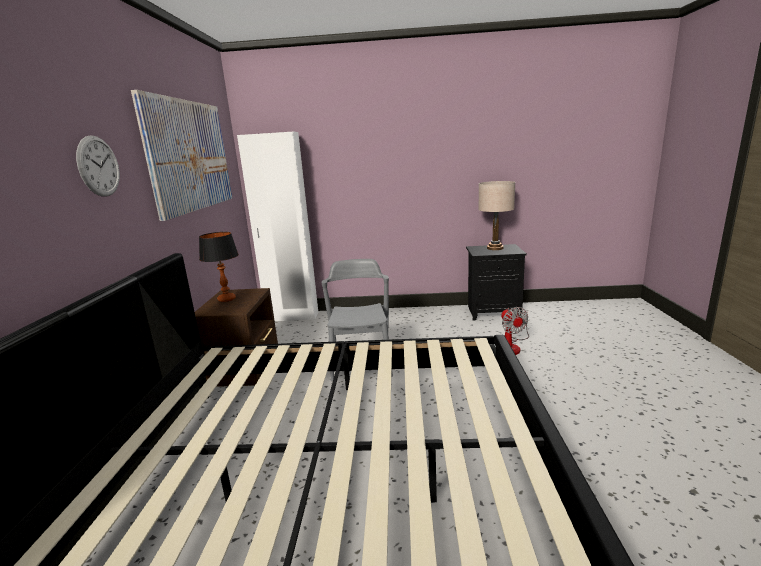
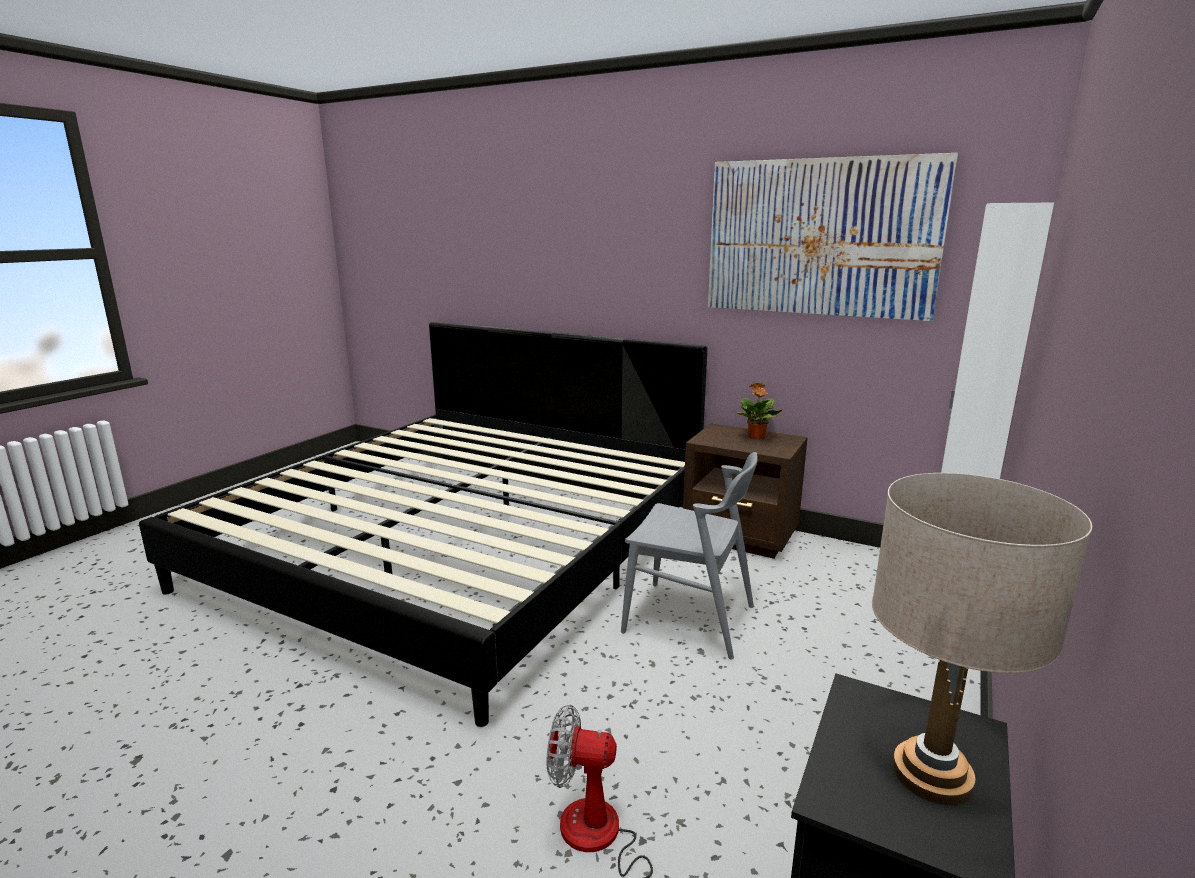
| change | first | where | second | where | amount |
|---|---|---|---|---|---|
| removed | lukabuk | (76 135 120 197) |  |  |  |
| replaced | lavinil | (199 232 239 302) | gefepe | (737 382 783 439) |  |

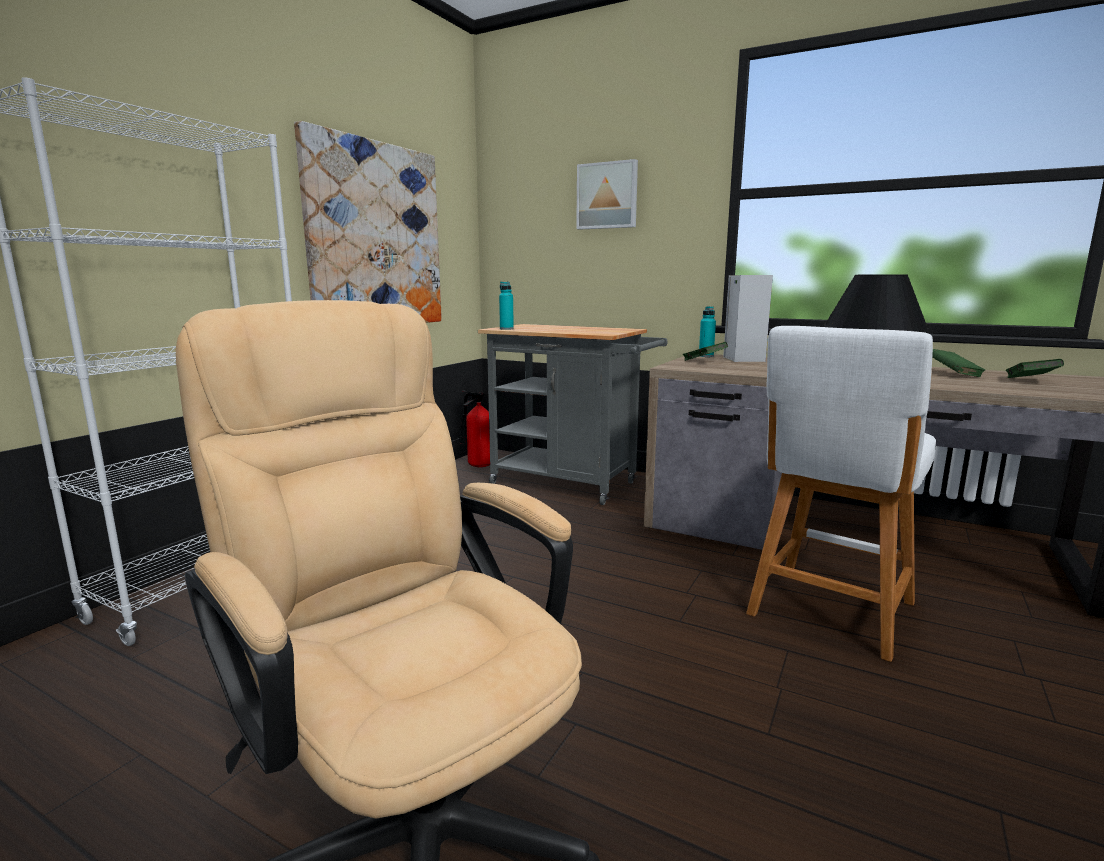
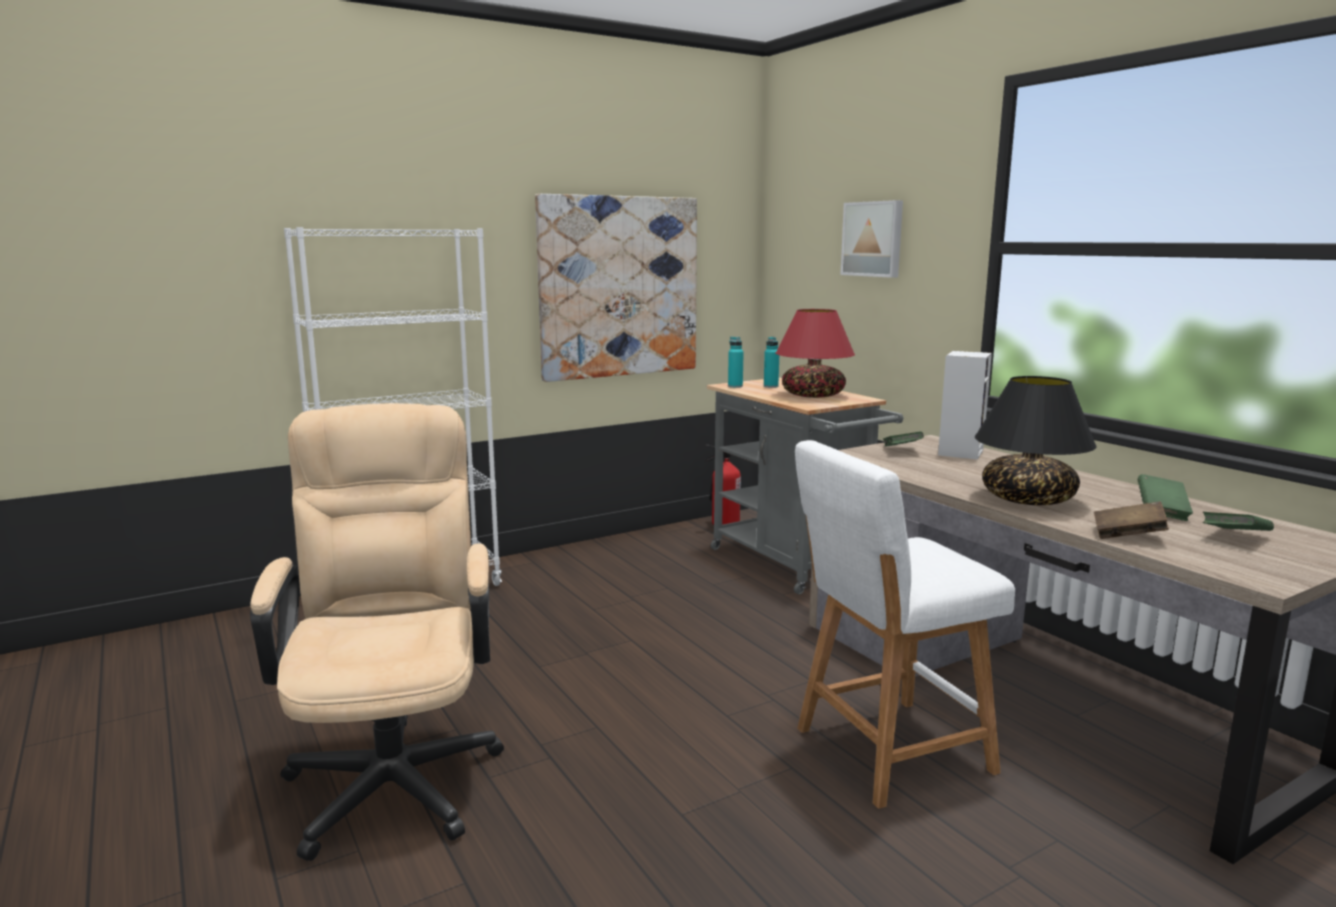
| change | first | where | second | where | amount |
|---|---|---|---|---|---|
| added |  |  | red lavinil | (776 309 855 398) |  |
| added |  |  | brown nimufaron | (1094 501 1169 539) |  |
| moved | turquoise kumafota | (699 306 716 357) |  | (764 337 779 388) |  |

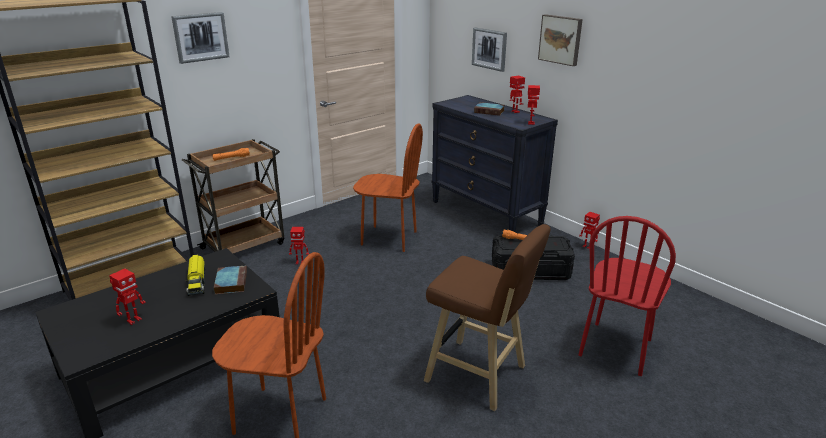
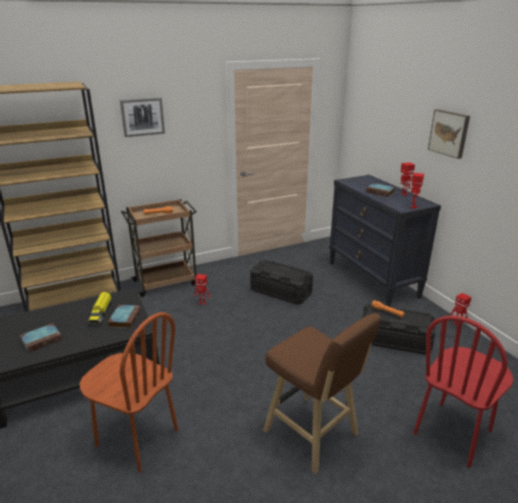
| change | first | where | second | where | amount |
|---|---|---|---|---|---|
| removed | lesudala | (472 28 507 72) |  |  |  |
| replaced | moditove | (109 268 146 325) | nimufaron | (20 323 62 353) |  |
| replaced | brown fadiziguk | (353 123 423 252) | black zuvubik | (250 260 313 304) |  |

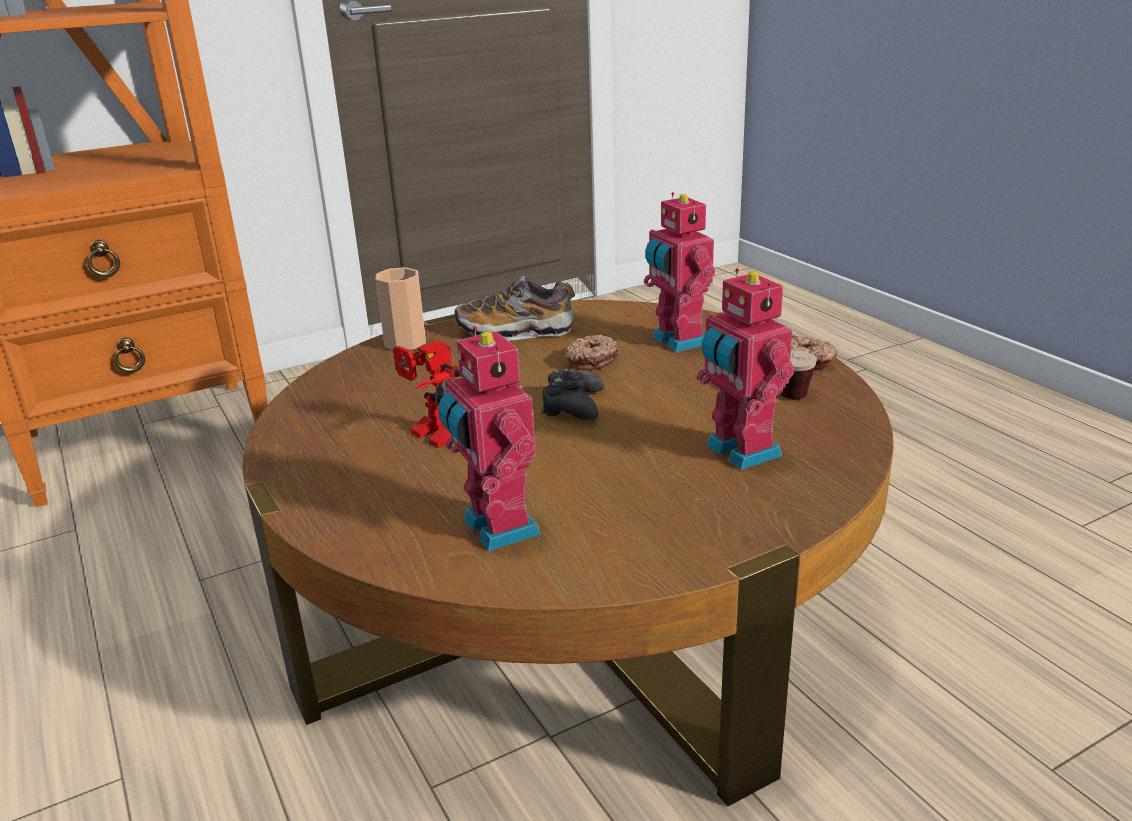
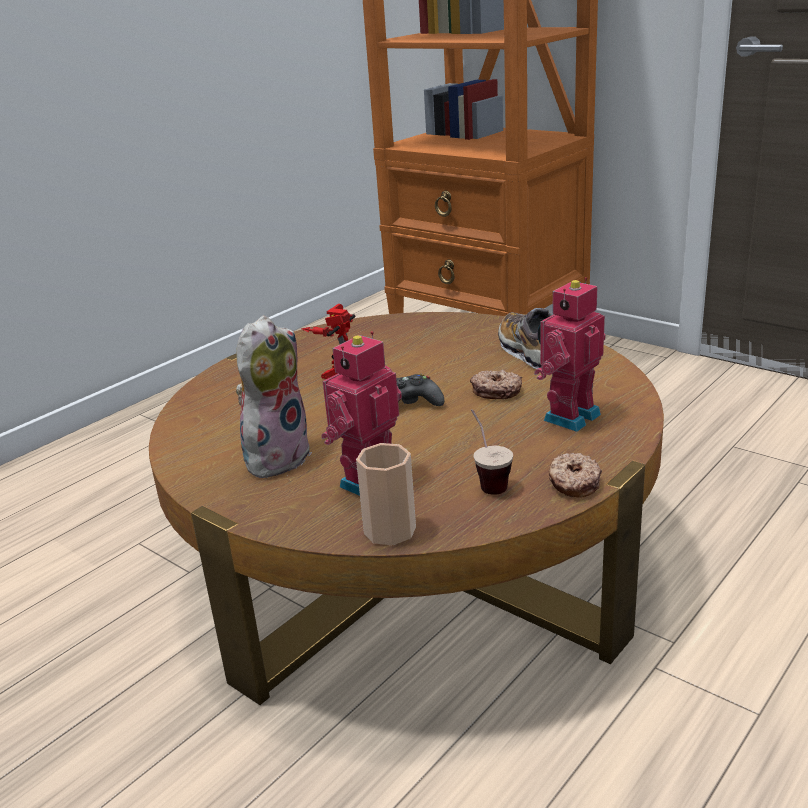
| change | first | where | second | where | amount |
|---|---|---|---|---|---|
| removed | moditove | (438 326 541 551) |  |  |  |
| added |  |  | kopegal | (236 315 312 478) |  |
| moved | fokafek | (375 267 426 350) |  | (356 443 416 545) |  |

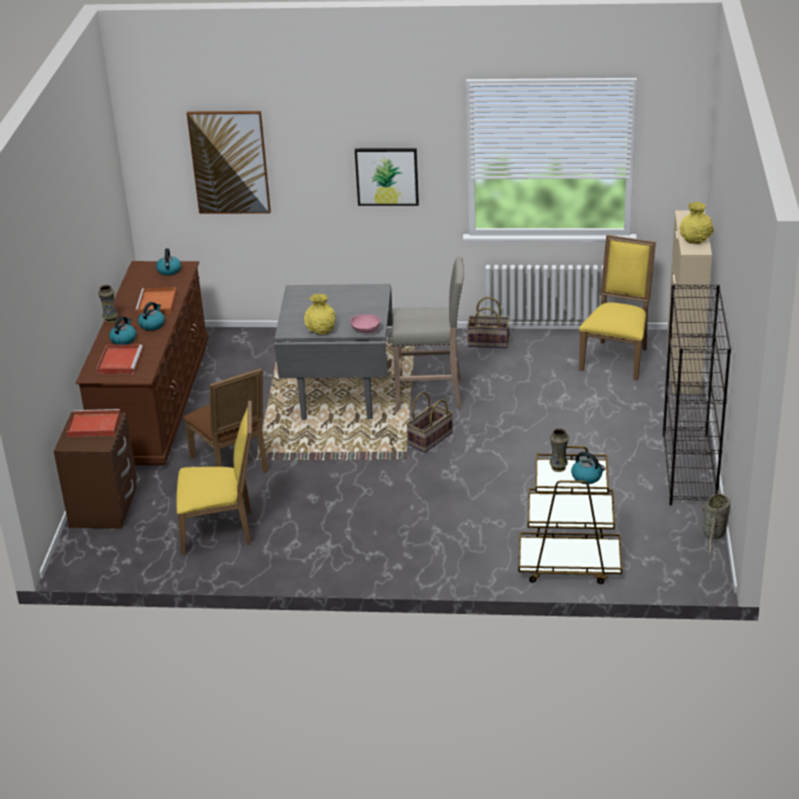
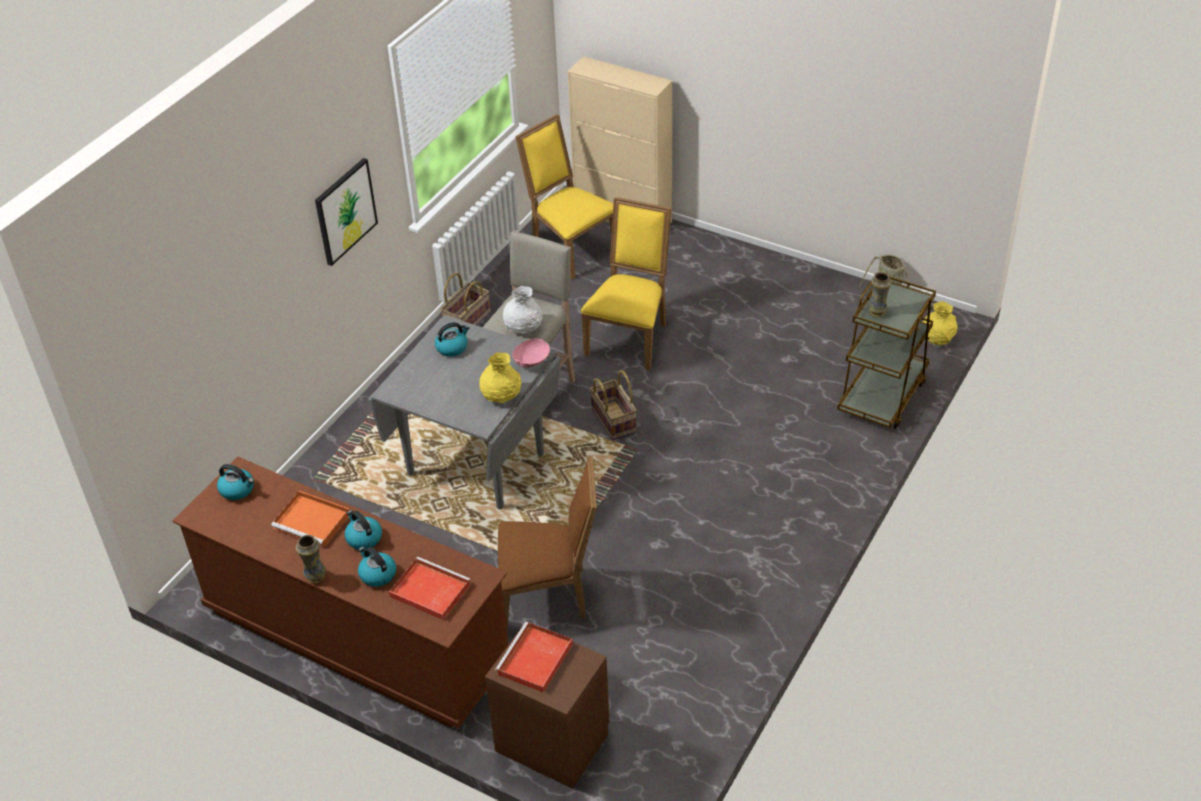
| change | first | where | second | where | amount |
|---|---|---|---|---|---|
| removed | lesudala | (187 111 271 214) |  |  |  |
| removed | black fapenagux | (663 284 731 506) |  |  |  |
| added |  |  | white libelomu | (503 286 543 334) |  |
| moved | yellow fadiziguk | (176 400 252 555) |  | (581 197 671 370) |  |
| moved | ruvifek | (571 452 606 484) |  | (435 322 469 357) |  |
| moved | yellow libelomu | (679 202 714 244) |  | (923 301 958 345) |  |

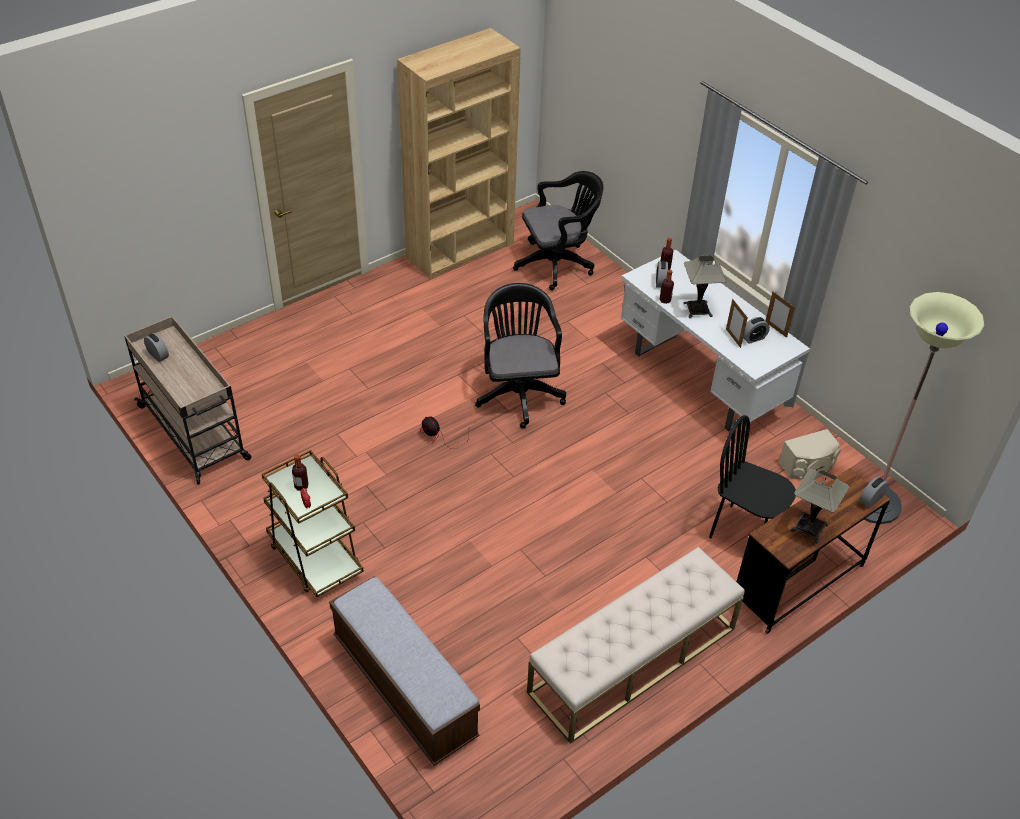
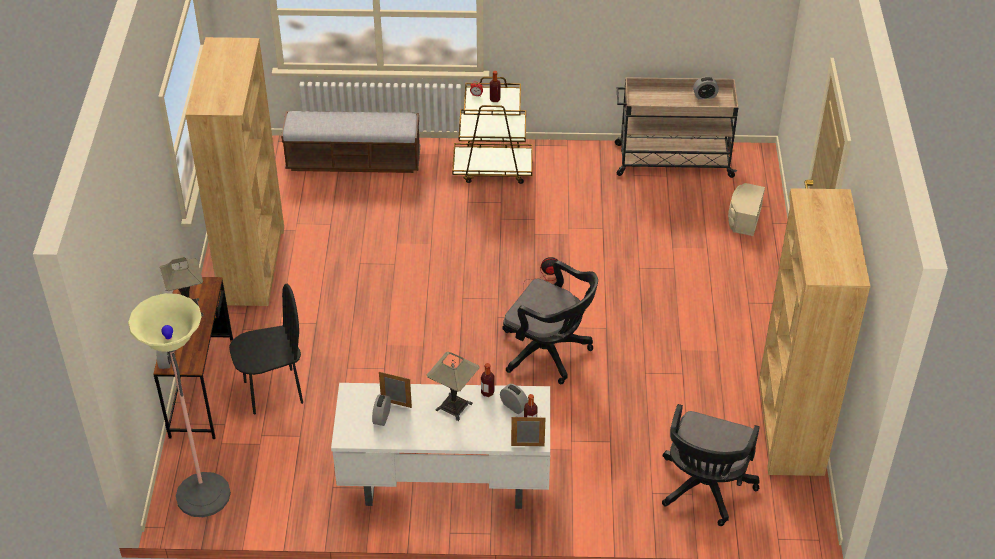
| change | first | where | second | where | amount |
|---|---|---|---|---|---|
| moved | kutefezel | (766 291 795 338) |  | (511 416 545 446) |  |
| moved | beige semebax | (779 429 841 480) |  | (728 183 765 236) |  |
| replaced | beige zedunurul | (527 547 745 744) | brown fapenagux | (186 37 284 306) |  |

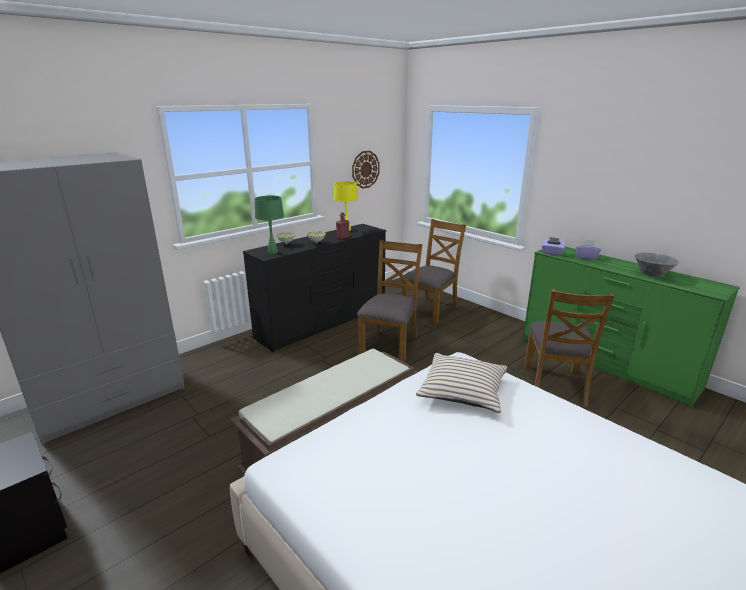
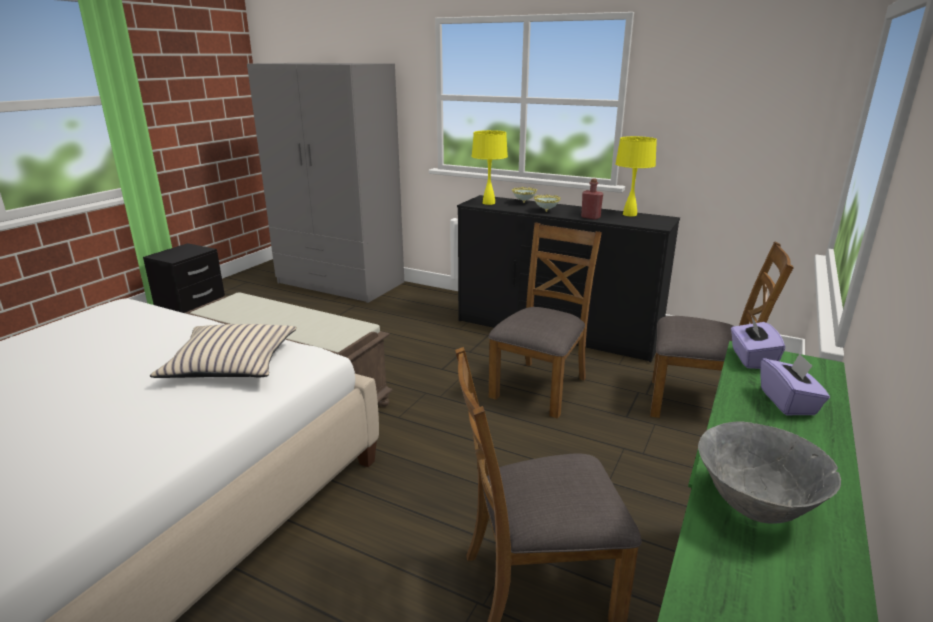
| change | first | where | second | where | amount |
|---|---|---|---|---|---|
| removed | lukabuk | (352 151 380 188) |  |  |  |
| recoloured | green lavinil | (255 196 284 254) | yellow lavinil | (472 130 508 205) |  |
| turned | brown fadiziguk | (357 240 423 362) |  | (488 222 602 419) | 60 degrees counterclockwise |

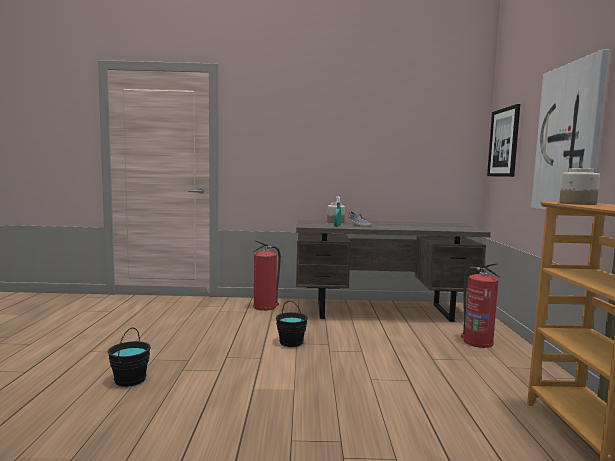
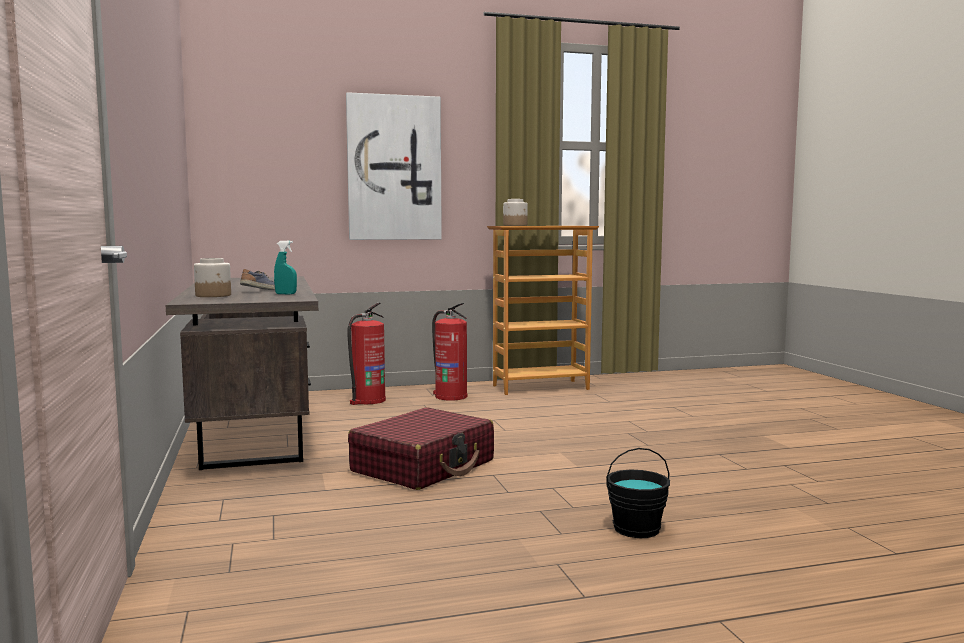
| change | first | where | second | where | amount |
|---|---|---|---|---|---|
| removed | lesudala | (487 104 520 177) |  |  |  |
| moved | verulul | (253 241 281 311) |  | (432 303 467 401) |  |
| replaced | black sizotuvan | (276 301 308 347) | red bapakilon | (348 407 494 490) |  |

